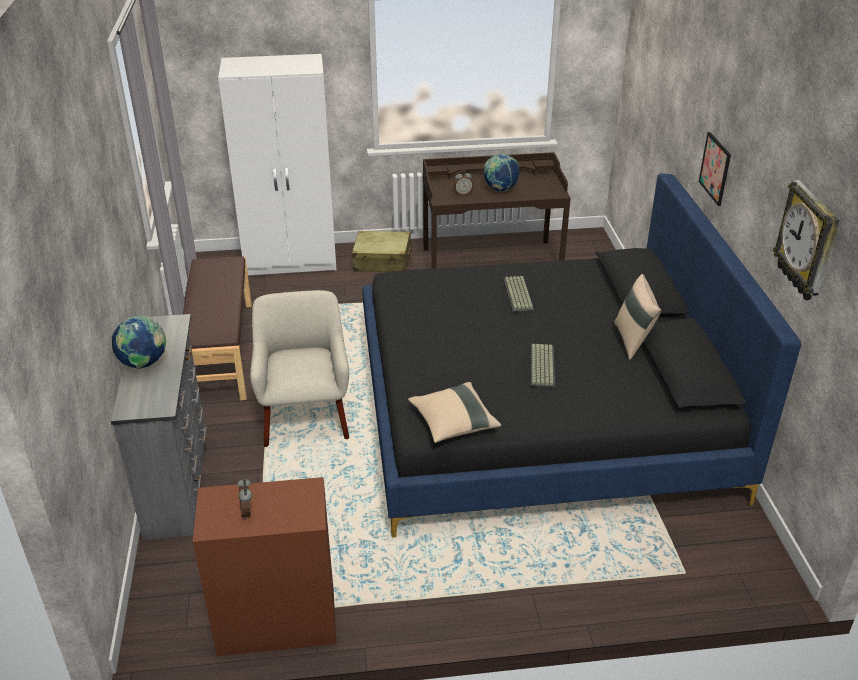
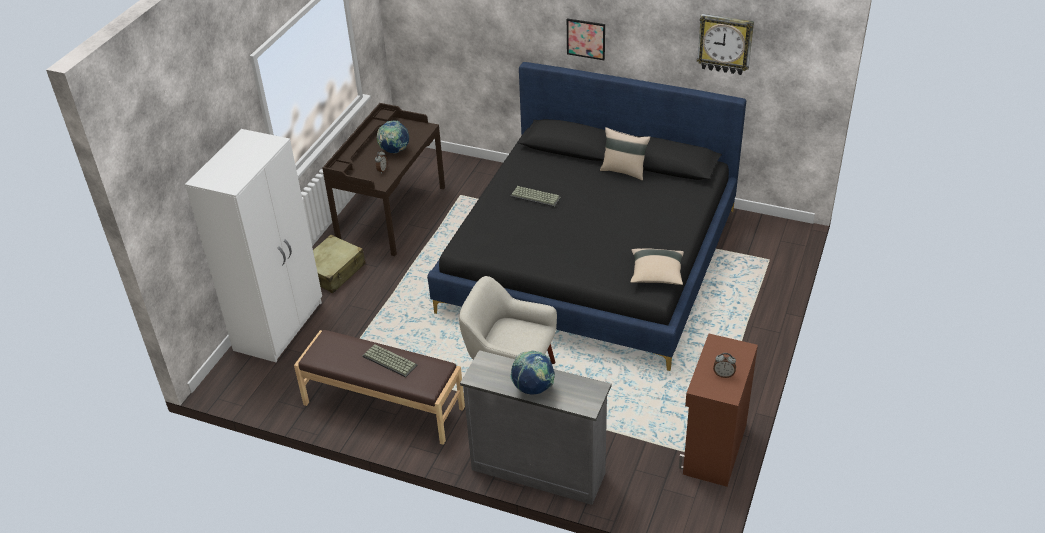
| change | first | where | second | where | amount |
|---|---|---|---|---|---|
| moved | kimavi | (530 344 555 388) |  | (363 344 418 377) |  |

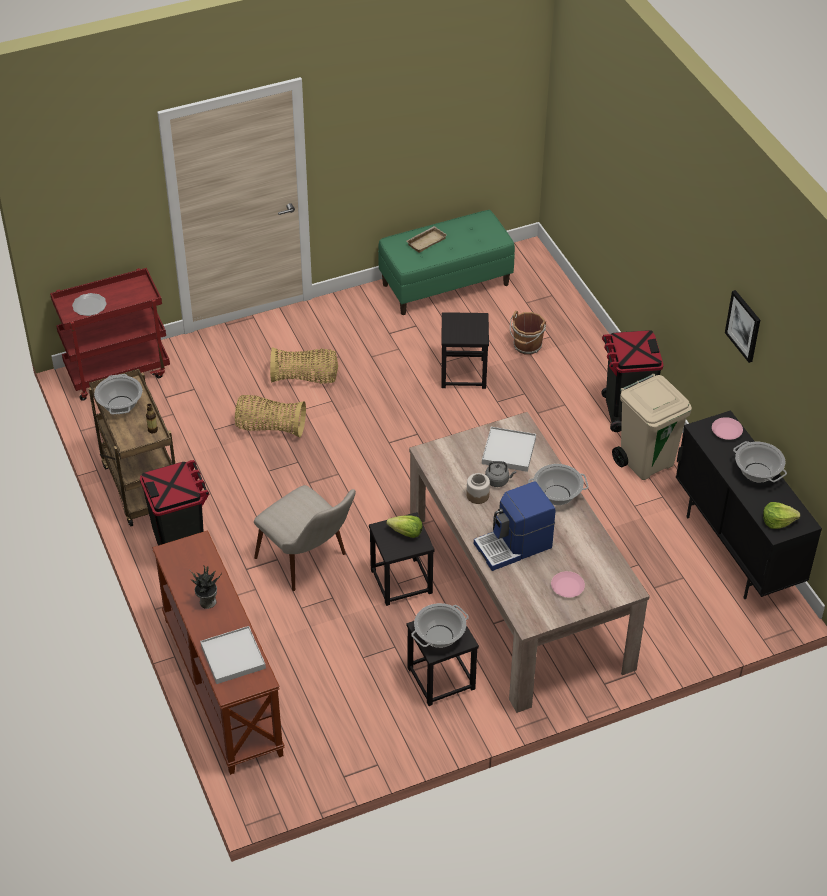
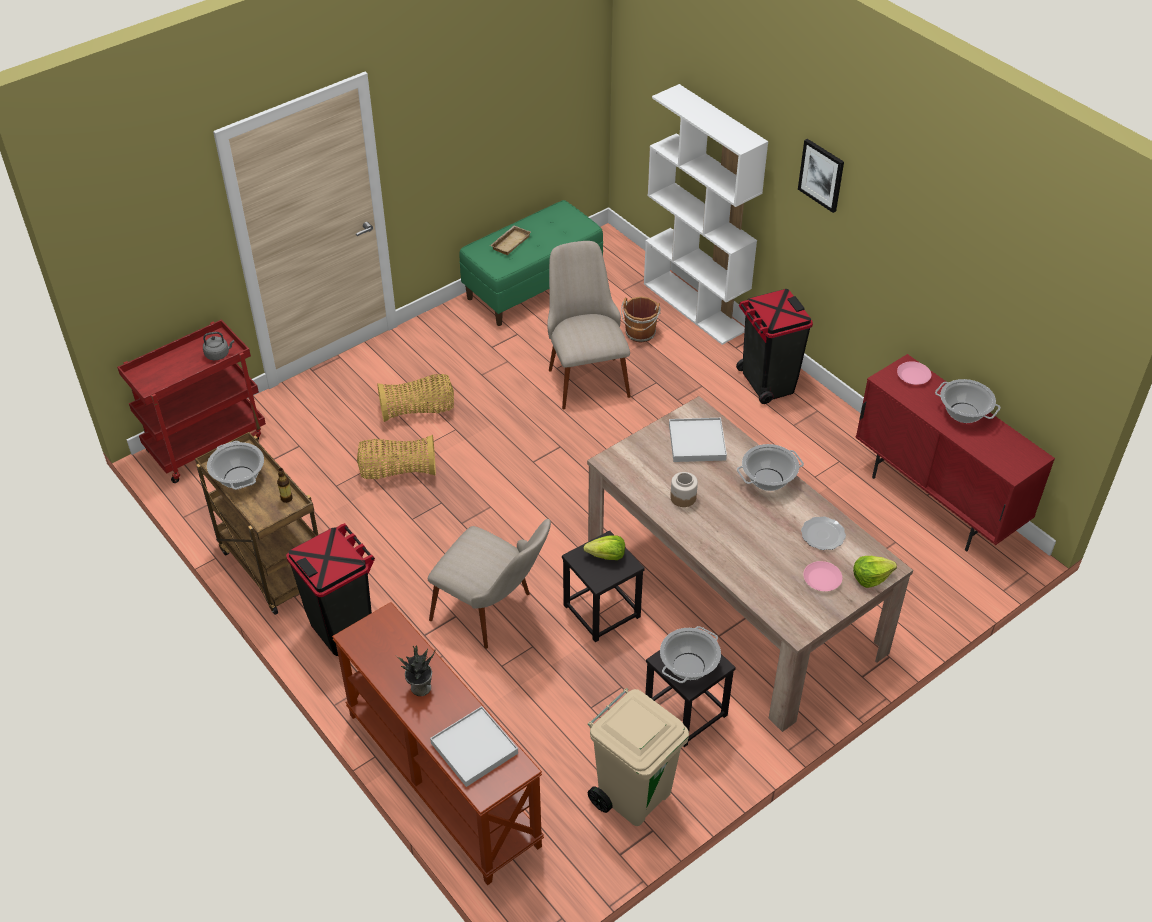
| change | first | where | second | where | amount |
|---|---|---|---|---|---|
| removed | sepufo | (474 482 555 571) |  |  |  |
| added |  |  | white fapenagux | (644 84 768 345) |  |
| moved | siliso | (72 293 107 316) |  | (801 517 846 550) |  |
| moved | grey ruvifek | (485 461 516 487) |  | (203 332 234 360) |  |
| moved | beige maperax | (612 374 692 480) |  | (588 688 689 826) |  |
| moved | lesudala | (725 290 760 363) |  | (798 139 844 213) |  |
| moved | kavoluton | (763 502 800 529) |  | (853 556 897 588) |  |
| replaced | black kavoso | (441 312 489 389) | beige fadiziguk | (547 241 631 410) |  |
| recoloured | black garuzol | (676 410 822 599) | red garuzol | (855 354 1055 551) |  |

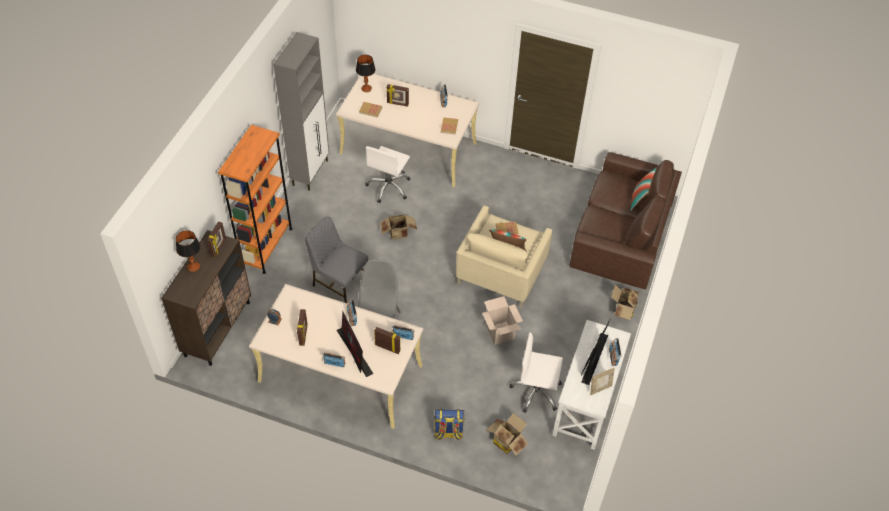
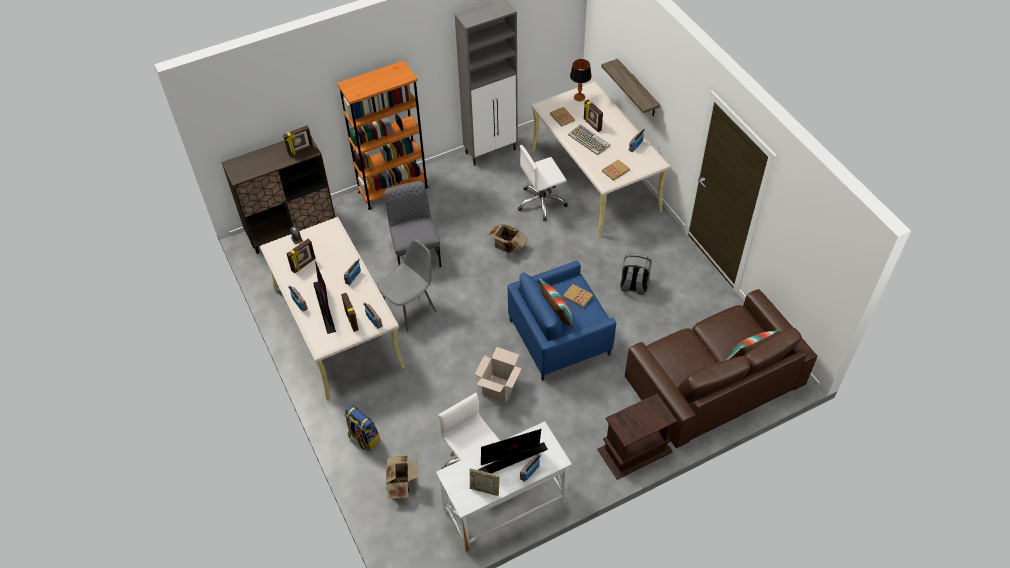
| change | first | where | second | where | amount |
|---|---|---|---|---|---|
| removed | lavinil | (176 230 201 272) |  |  |  |
| added |  |  | kimavi | (568 124 610 155) |  |
| added |  |  | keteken | (601 59 660 116) |  |
| added |  |  | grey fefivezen | (620 253 652 295) |  |
| replaced | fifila | (611 285 639 320) | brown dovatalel | (597 394 677 480) |  |
| recoloured | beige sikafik | (456 206 552 307) | blue sikafik | (507 261 616 381) |  |
| turned | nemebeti | (337 312 374 377) |  | (313 261 336 334) | 150 degrees clockwise |

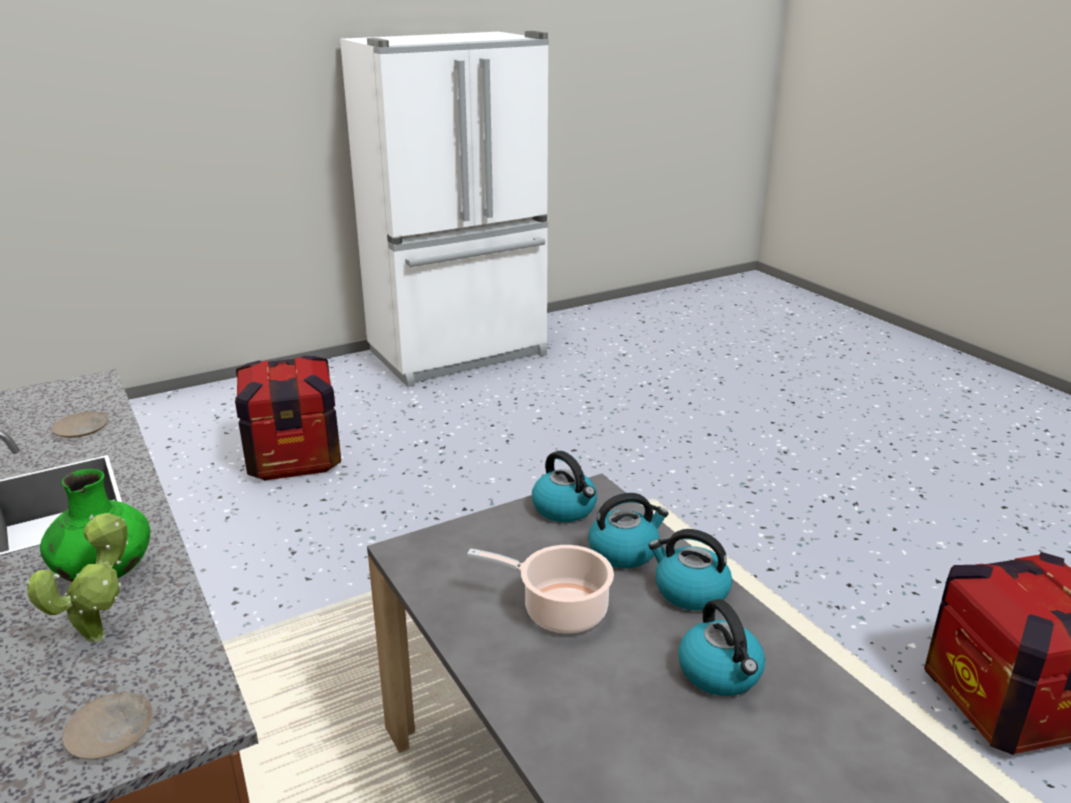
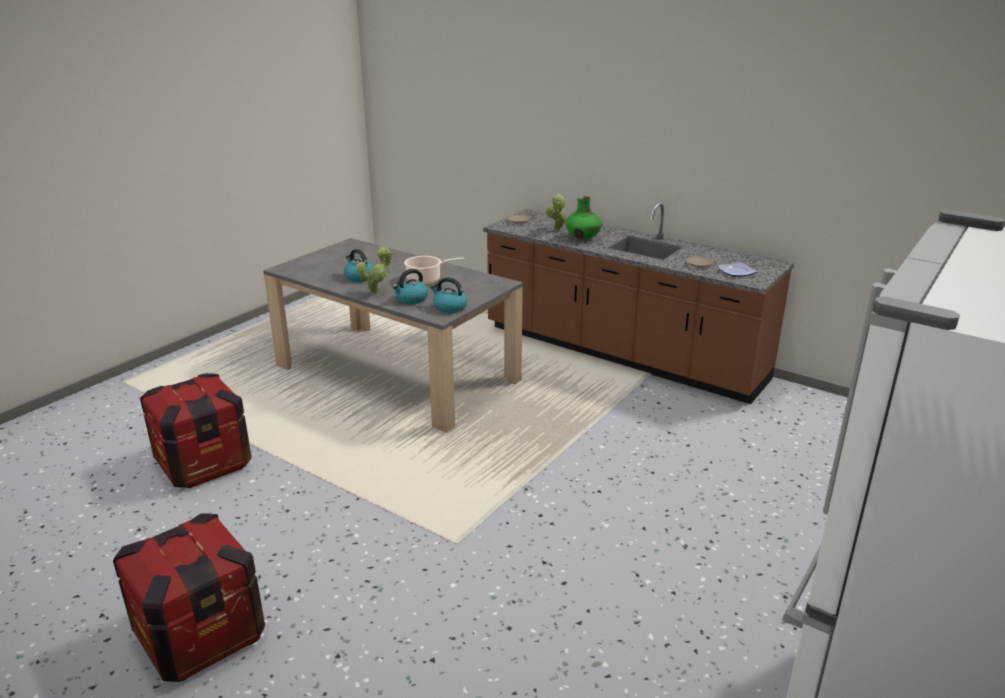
| change | first | where | second | where | amount |
|---|---|---|---|---|---|
| added |  |  | siliso | (717 262 758 277) |  |
| moved | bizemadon | (235 356 341 480) |  | (113 513 265 682) |  |
| replaced | ruvifek | (649 529 732 611) | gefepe | (356 247 392 295) |  |

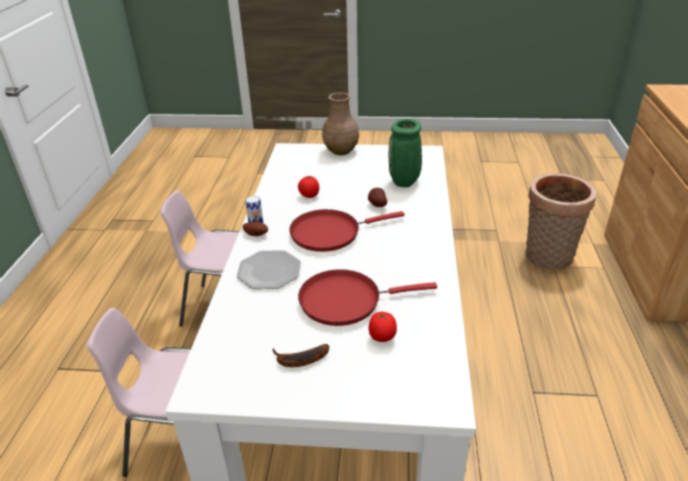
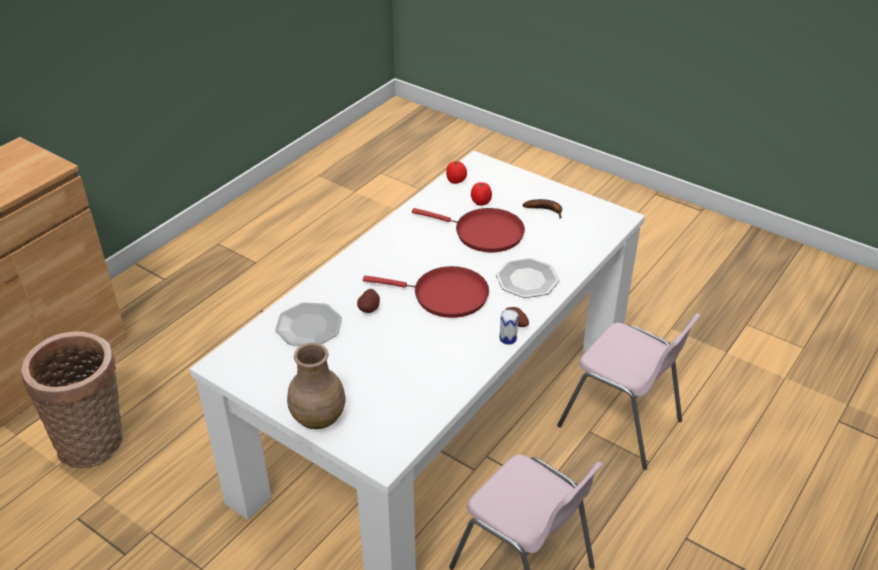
| change | first | where | second | where | amount |
|---|---|---|---|---|---|
| moved | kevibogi | (298 176 319 198) |  | (446 161 467 184) |  |
| replaced | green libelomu | (389 119 422 187) | siliso | (275 302 342 346) |  |

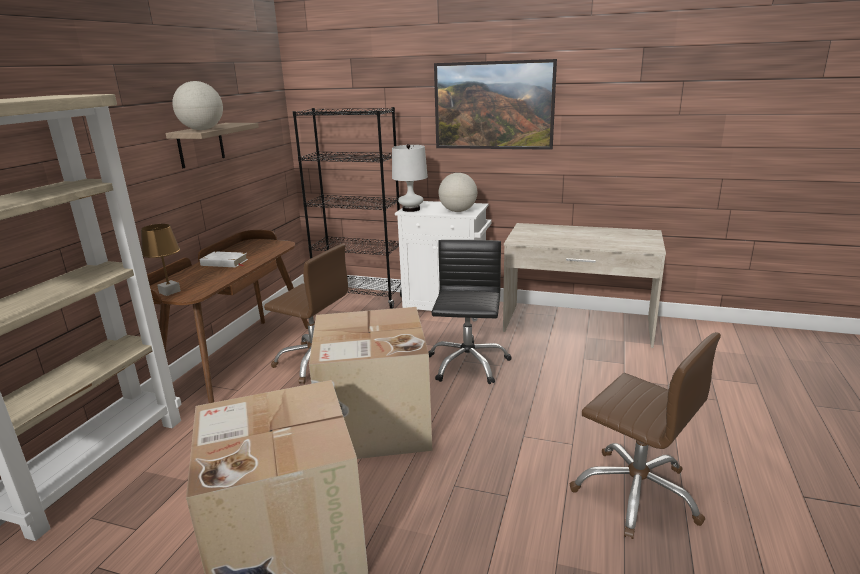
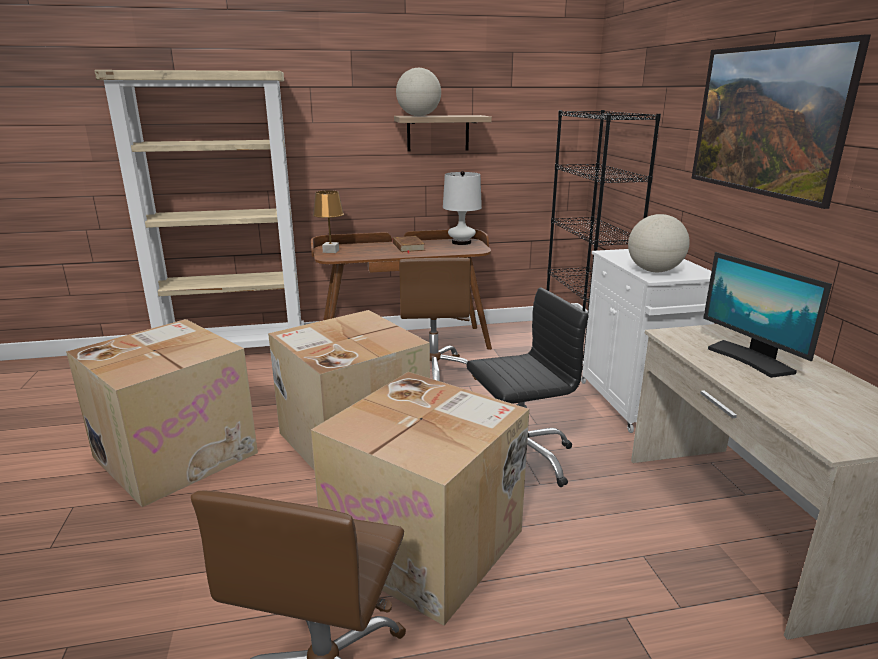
| change | first | where | second | where | amount |
|---|---|---|---|---|---|
| added |  |  | fifila | (311 372 529 626) |  |
| added |  |  | nemebeti | (703 252 832 378) |  |
| moved | white lavinil | (392 144 428 212) |  | (443 171 482 245) |  |
| recoloured | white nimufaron | (200 251 248 267) | brown nimufaron | (393 236 425 254) |  |

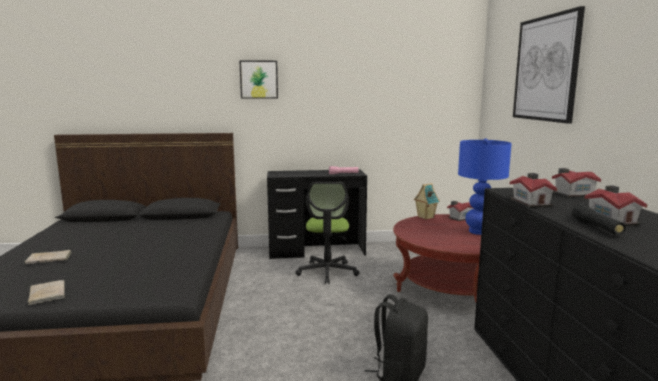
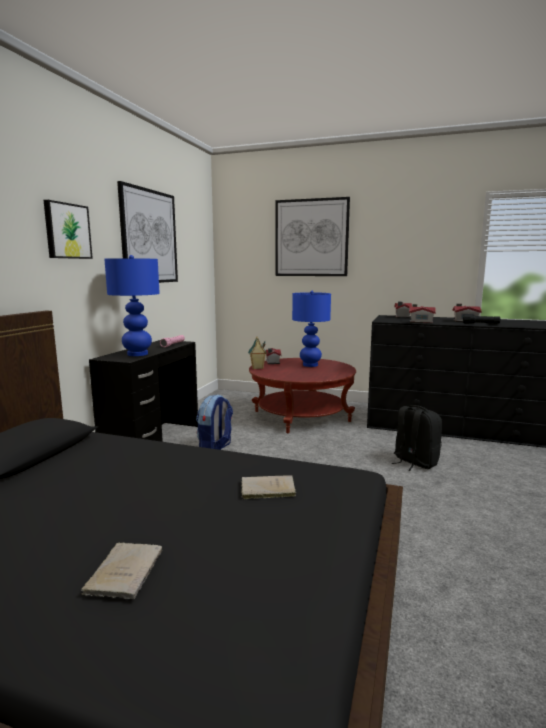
| change | first | where | second | where | amount |
|---|---|---|---|---|---|
| added |  |  | blue lavinil | (104 255 160 356) |  |
| added |  |  | lesudala | (117 181 178 283) |  |
| moved | beige nimufaron | (28 280 65 305) |  | (241 475 296 499) |  |
| replaced | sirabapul | (295 182 360 284) | fefivezen | (196 394 233 450) |  |

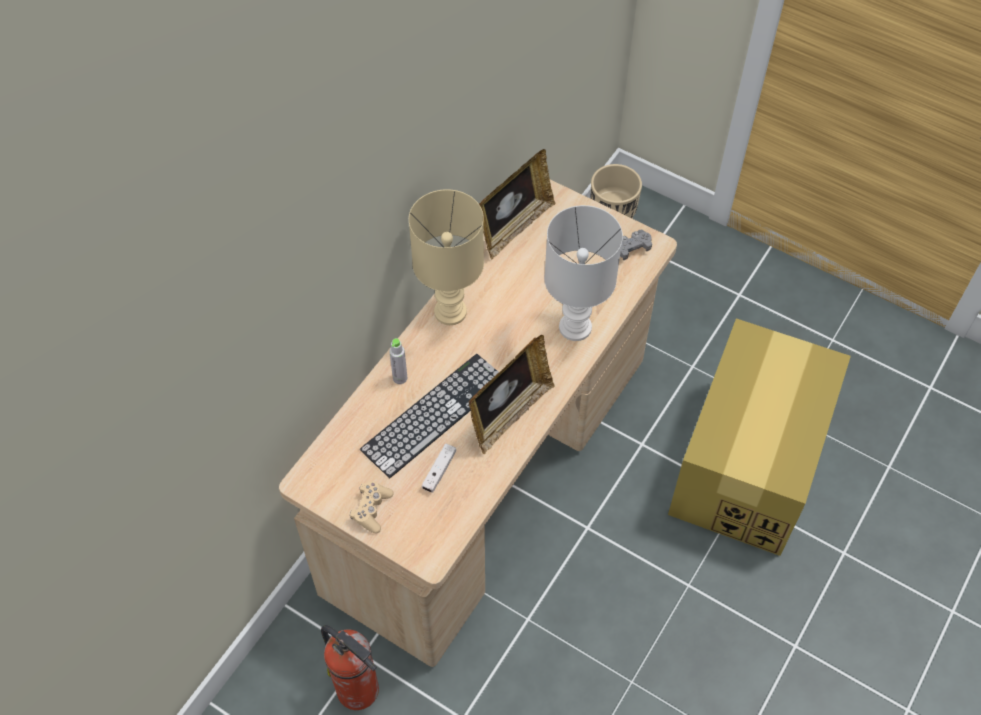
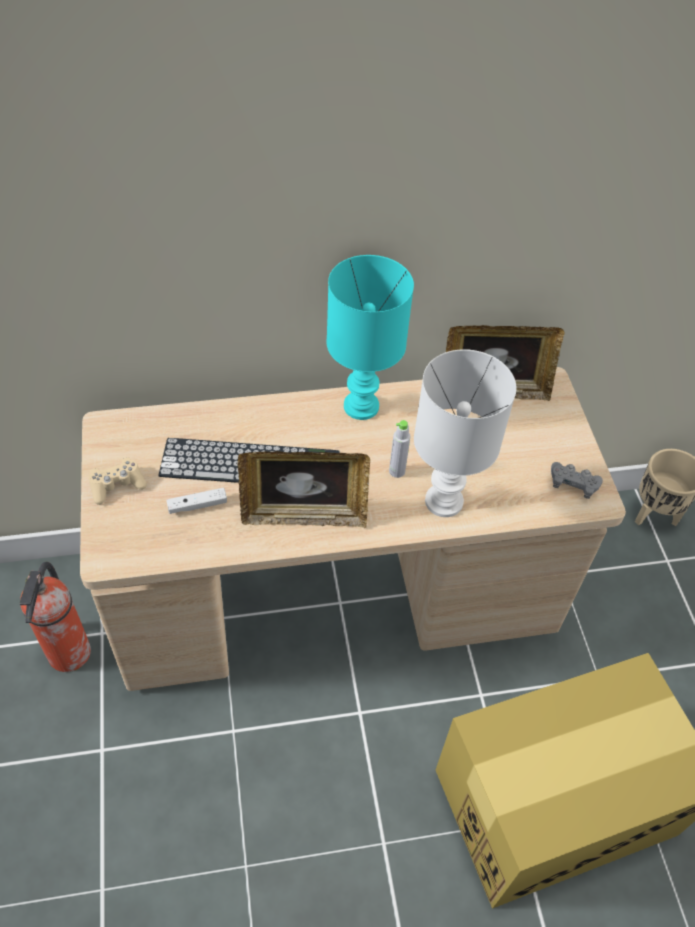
| change | first | where | second | where | amount |
|---|---|---|---|---|---|
| moved | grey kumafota | (389 338 407 384) |  | (389 420 410 478) |  |
| recoloured | beige lavinil | (409 189 484 325) | turquoise lavinil | (326 255 414 420) |  |

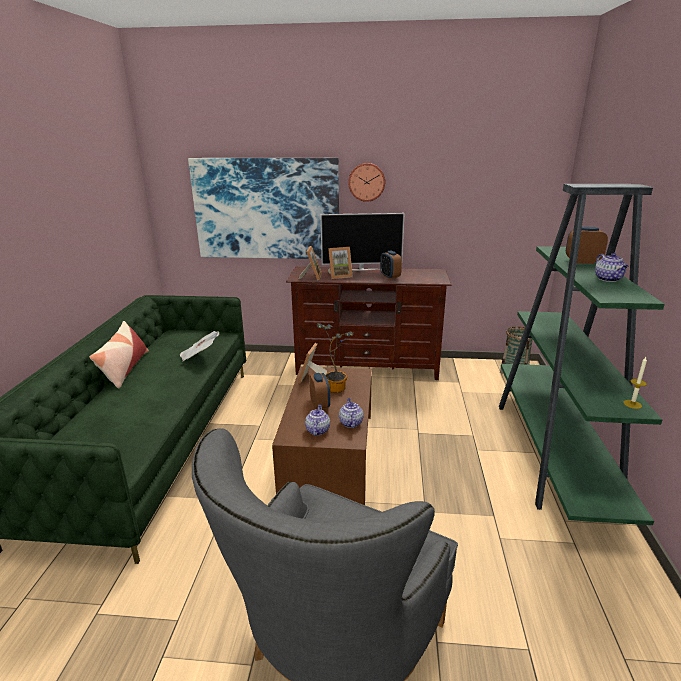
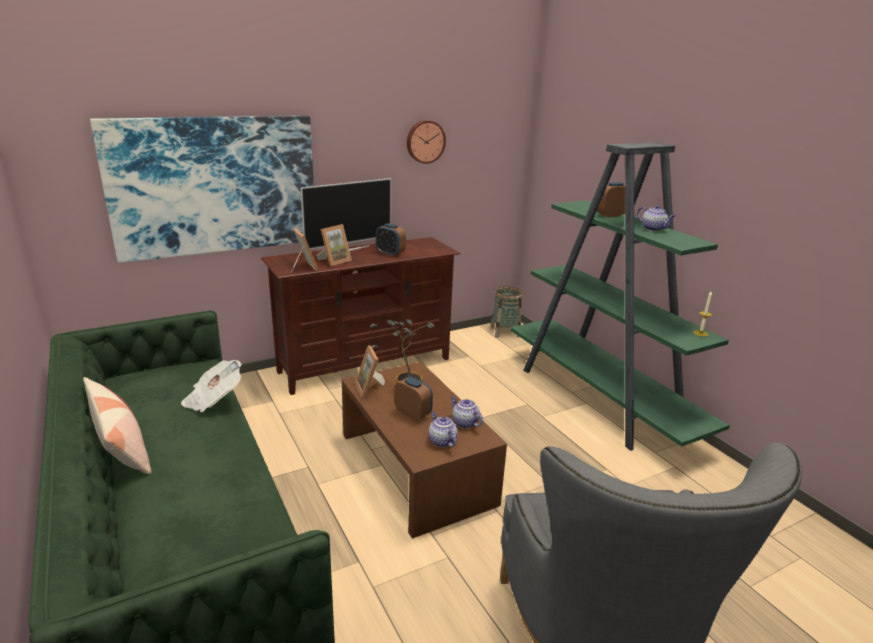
| change | first | where | second | where | amount |
|---|---|---|---|---|---|
| moved | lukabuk | (348 163 385 202) |  | (407 120 446 164) |  |

